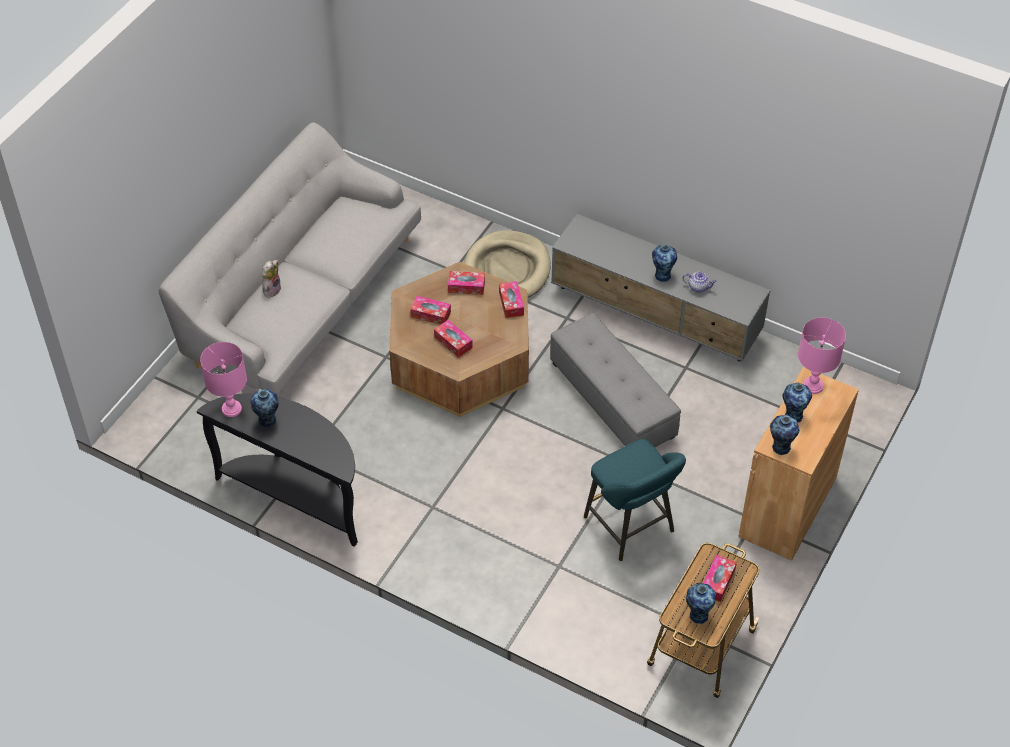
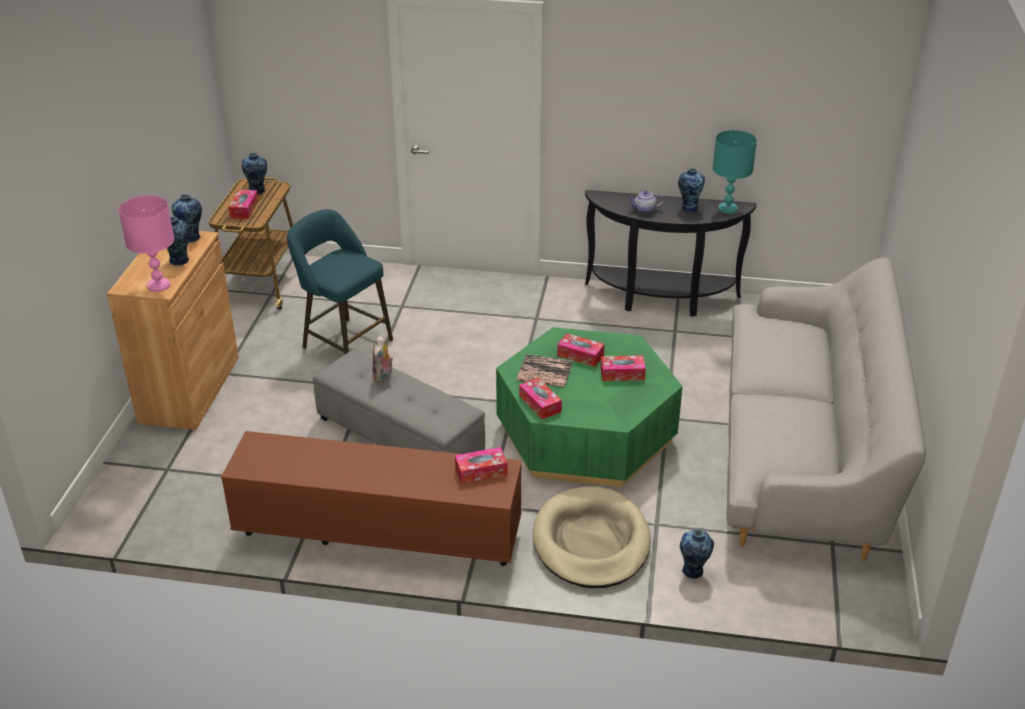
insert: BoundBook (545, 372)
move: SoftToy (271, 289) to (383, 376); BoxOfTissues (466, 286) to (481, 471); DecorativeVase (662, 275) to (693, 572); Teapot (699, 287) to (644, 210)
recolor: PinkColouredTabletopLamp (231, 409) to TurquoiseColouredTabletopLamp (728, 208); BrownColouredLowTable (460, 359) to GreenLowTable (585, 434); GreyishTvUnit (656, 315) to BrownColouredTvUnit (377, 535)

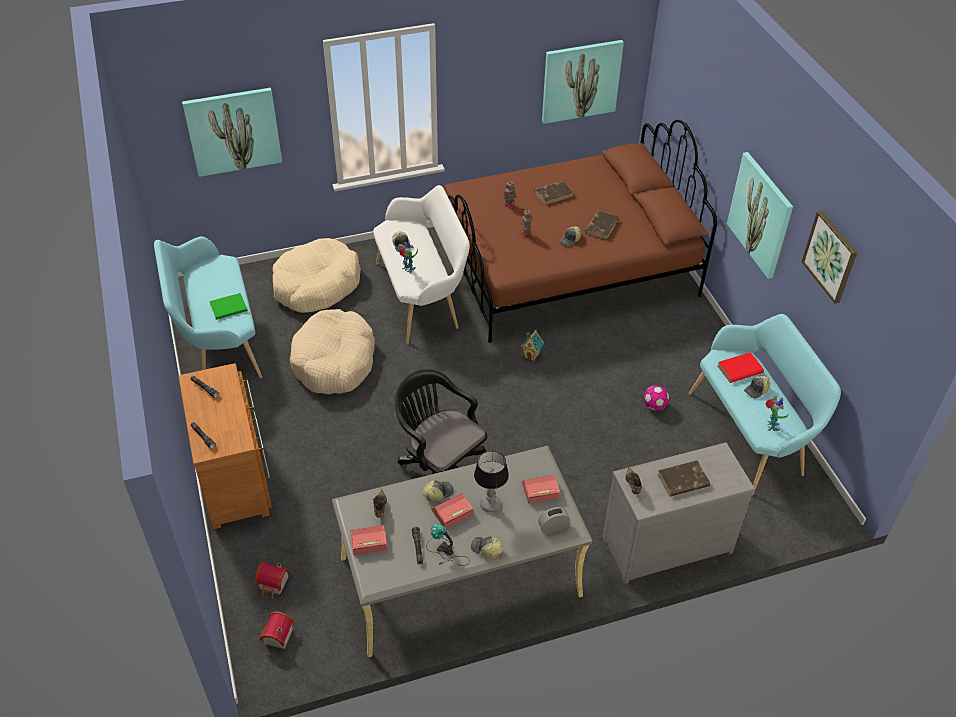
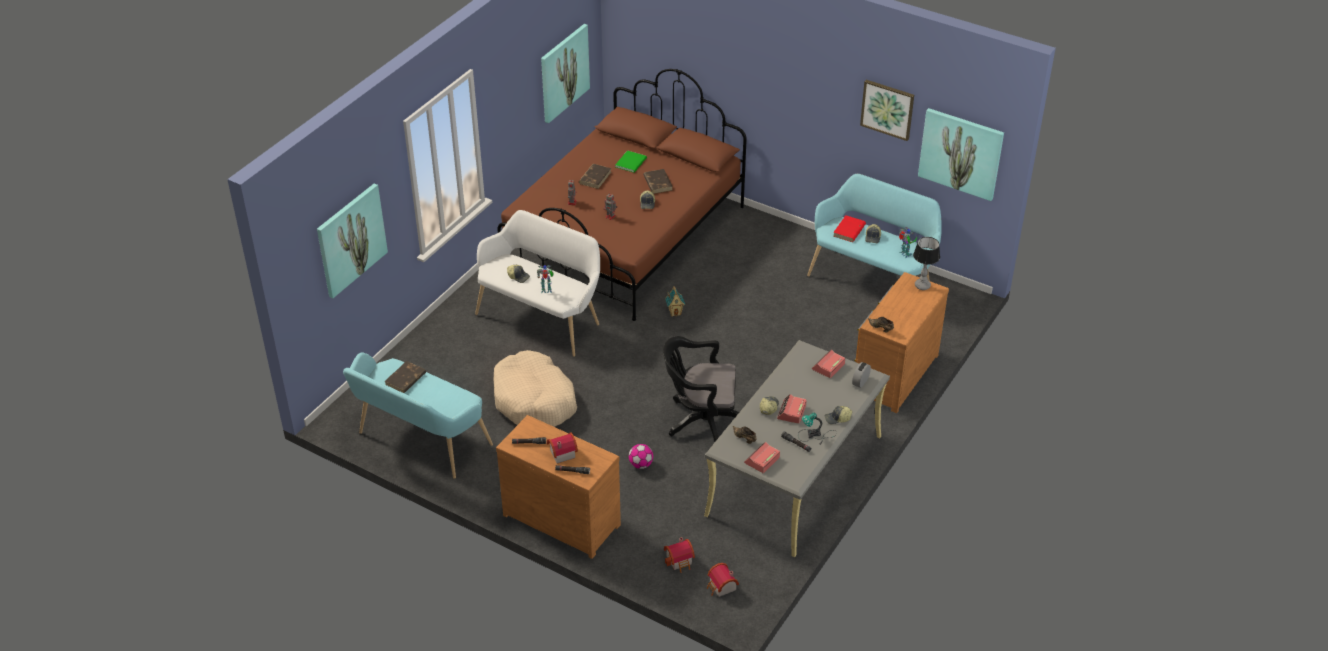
delete: BeigePetBed (316, 285)
insert: ModelHouse (561, 453)
move: GreenBoundBook (230, 307) to (632, 162); TabletopLamp (490, 505) to (922, 286); FootballBall (654, 406) to (641, 464); BrownColouredBoundBook (682, 481) to (405, 379); Picture (761, 215) to (961, 153)
recolor: GreyishDrawerChest (664, 542) to BrownColouredDrawerChest (893, 375)

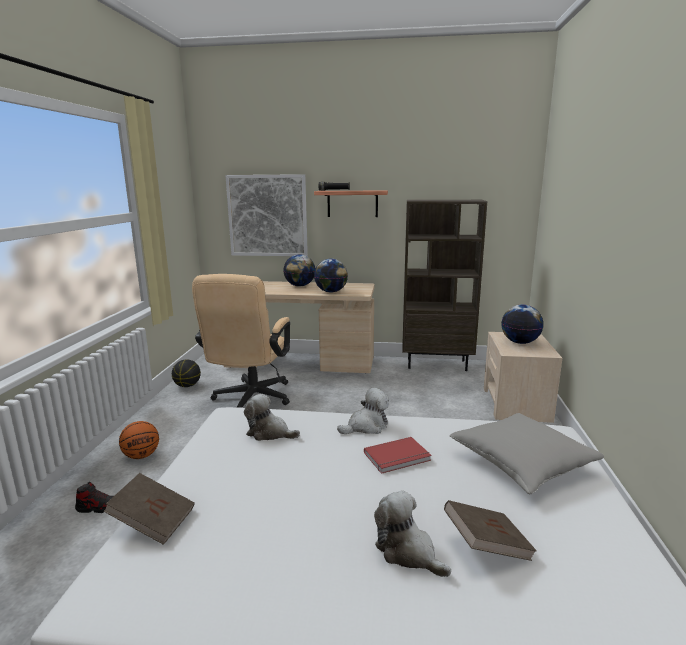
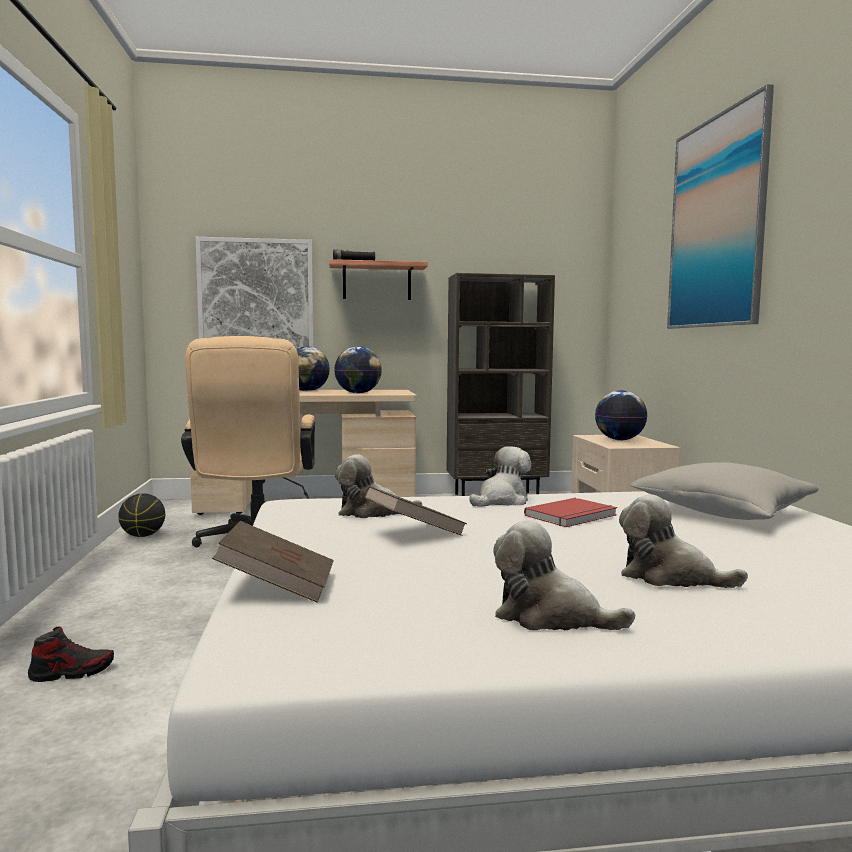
delete: Basketball (141, 456)
insert: SoftToy (550, 616); Picture (716, 222)
move: BrownColouredBoundBook (486, 545) to (414, 532)

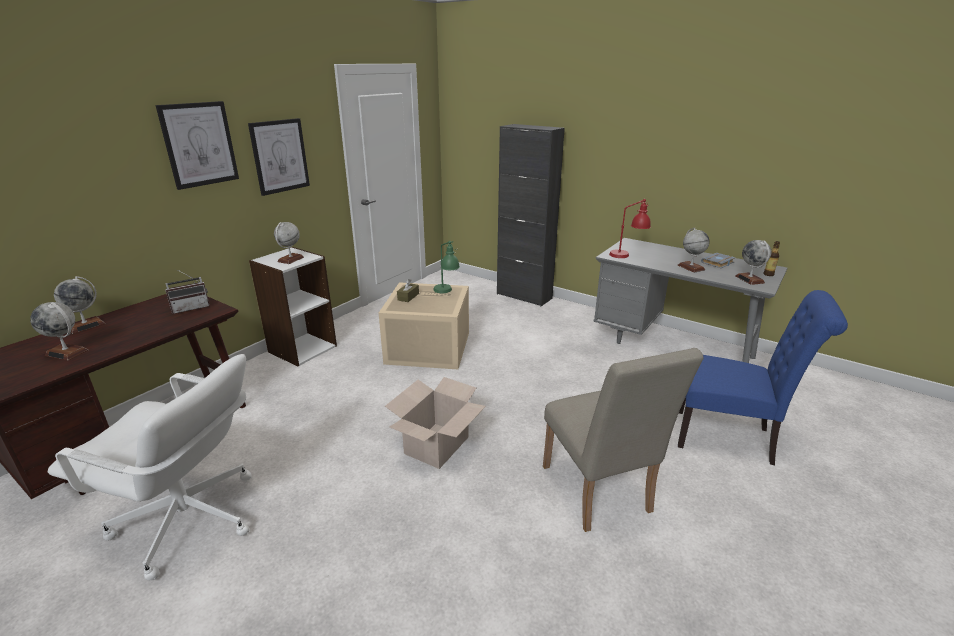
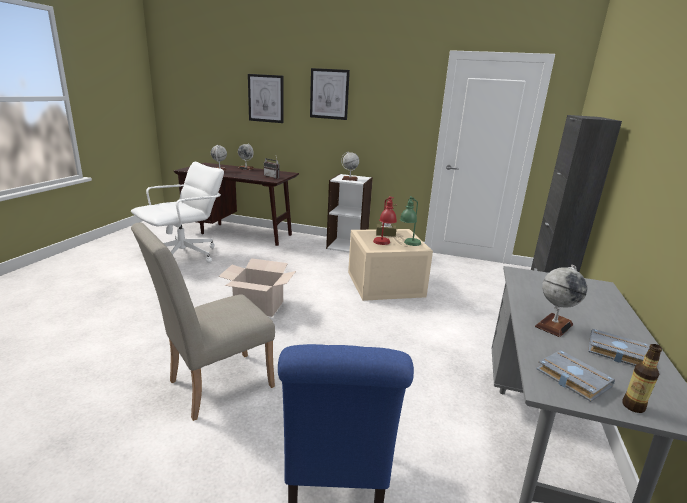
move: Picture (280, 156) to (266, 98); RedTabletopLamp (627, 255) to (383, 244)
replace: DeskGlobe (749, 279) to GreyishBoundBook (571, 378)
rotate: WhiteColouredComputerChair (188, 521) = (184, 256) 135 degrees counterclockwise

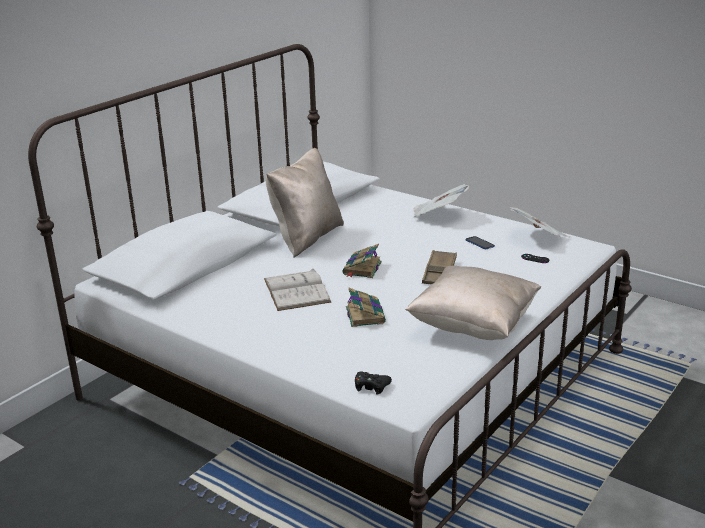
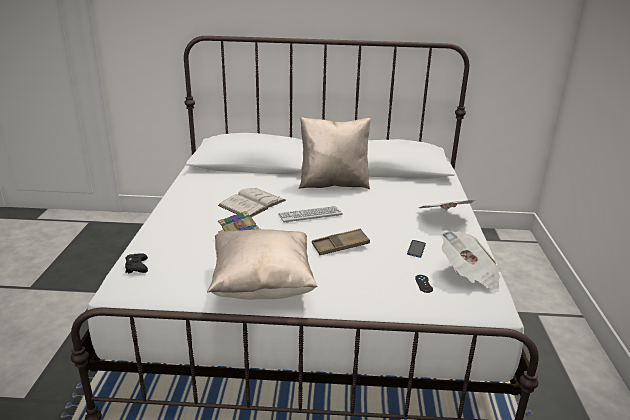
replace: BoundBook (362, 269) to PcKeyboard (310, 215)

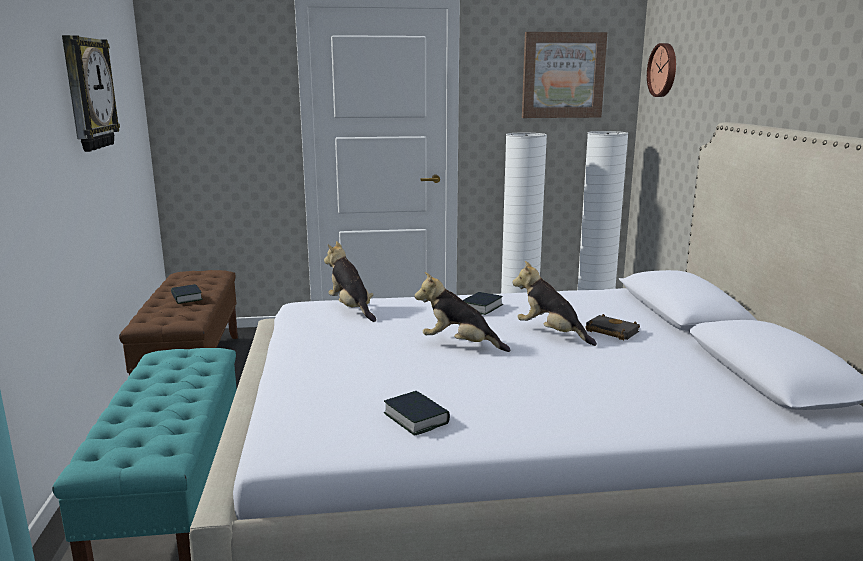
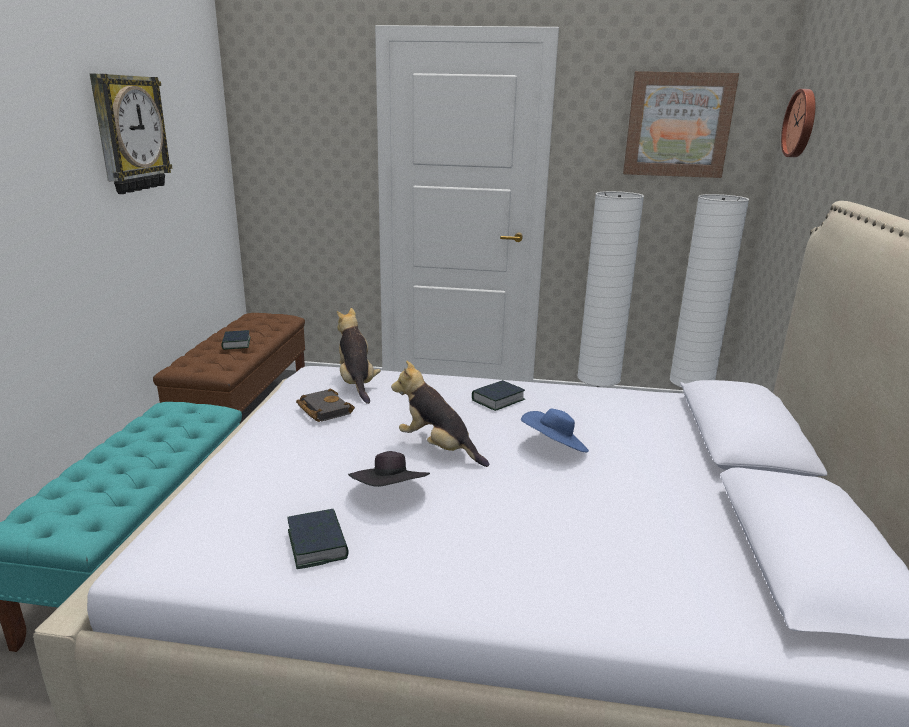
insert: BlackClothingHat (390, 494)
move: BlackBoundBook (610, 332) to (322, 409)
replace: SoftToy (551, 333) to BlueClothingHat (554, 448)

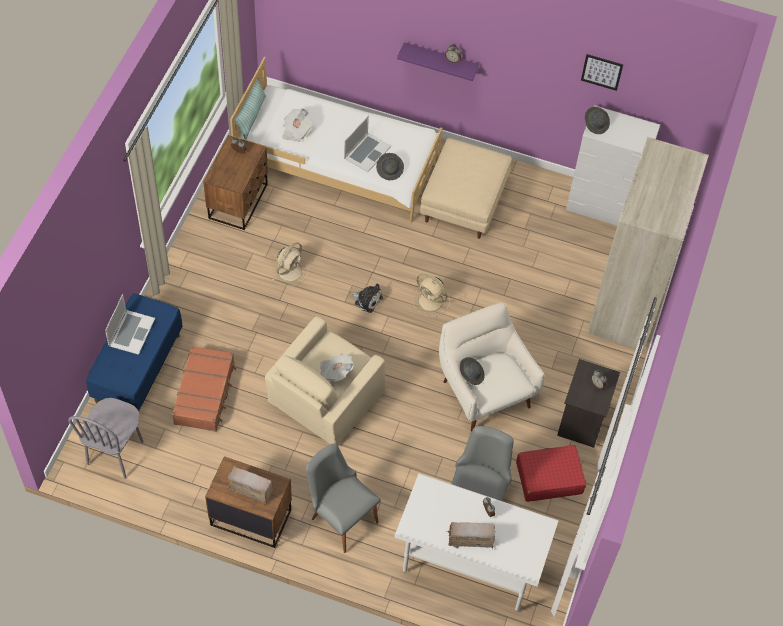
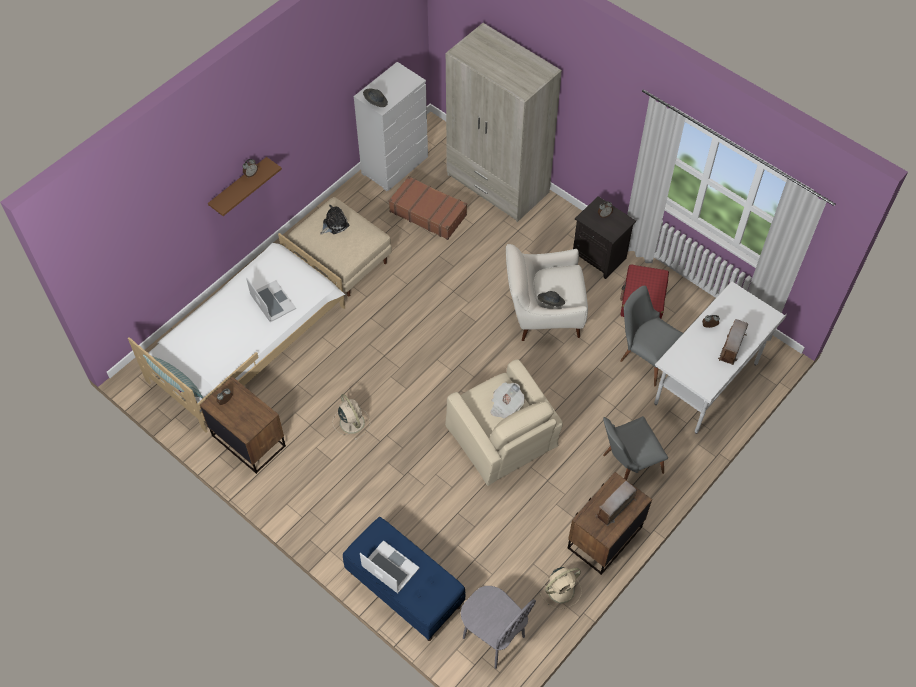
delete: DailyPaper (296, 131); GreyishClothingHat (390, 170); Picture (602, 72)
move: BrownColouredTravelCase (205, 393) to (428, 213); SoftToy (367, 300) to (334, 224); BeigeElectricFan (431, 302) to (562, 589)
recolor: PurpleColouredBracketShelf (440, 61) to BrownColouredBracketShelf (239, 187)

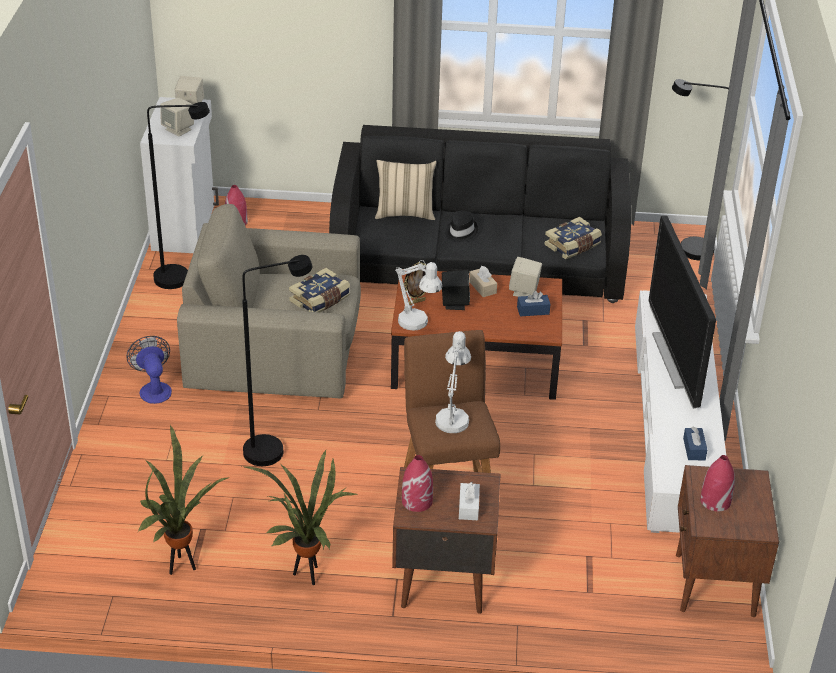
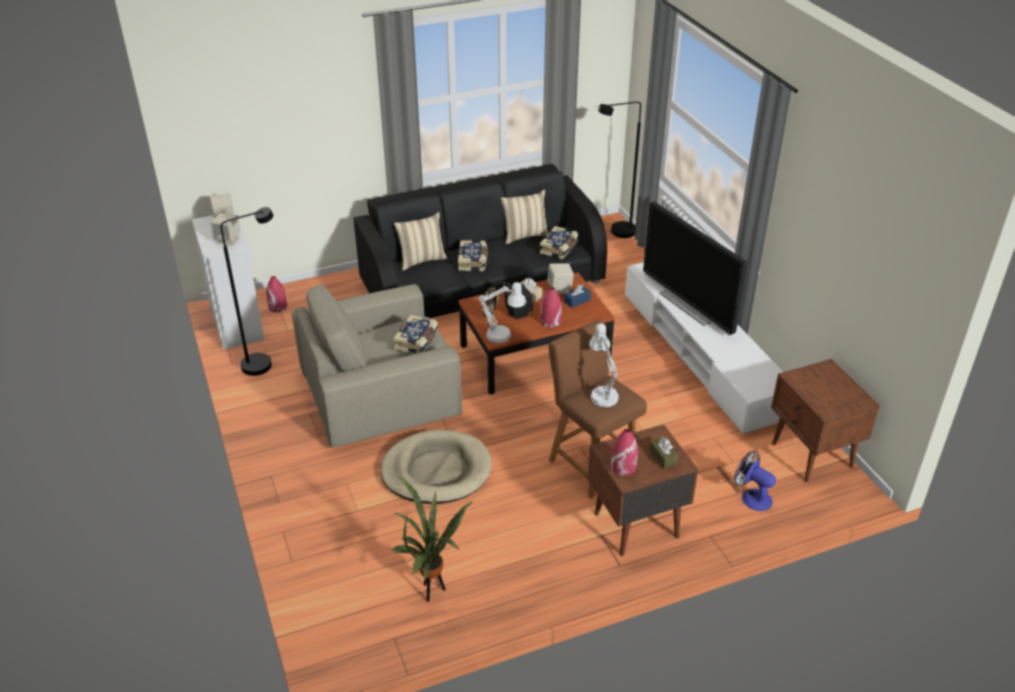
delete: PlantInAPot (306, 574); BlueBoxOfTissues (694, 449)
insert: BeigeThrowPillow (524, 235)
move: ElectricFan (154, 389) to (751, 497); RedDecorativeVase (715, 501) to (550, 321)
replace: BlackStandingLamp (274, 449) to BeigePetBed (436, 471); BlackClothingHat (460, 232) to BoundBook (473, 261)
recolor: WhiteColouredBoxOfTissues (468, 507) to BrownColouredBoxOfTissues (663, 457)

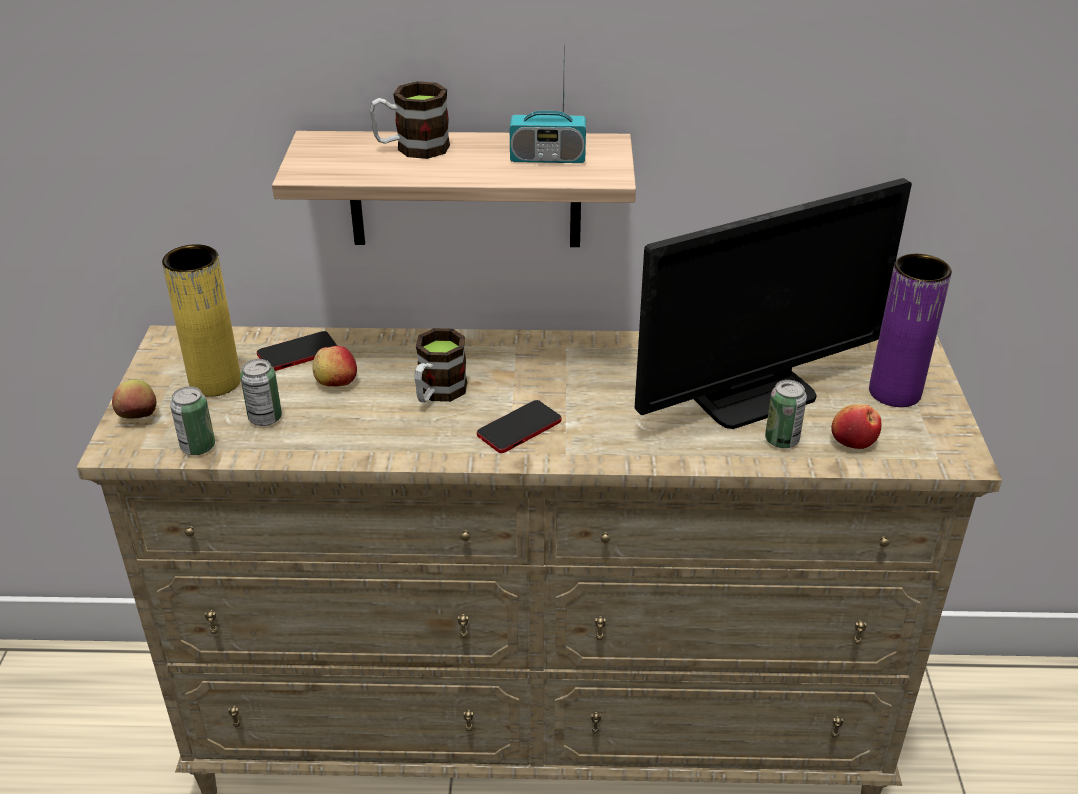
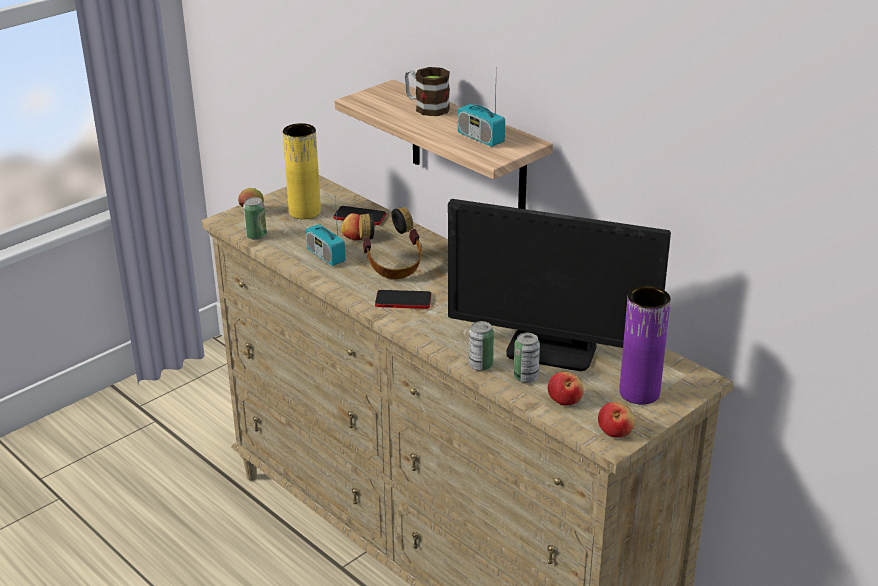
insert: Radio (326, 256); WholeApple (615, 431)
move: SealedCan (265, 418) to (480, 365)
replace: Mug (437, 393) to Headphones (392, 266)

